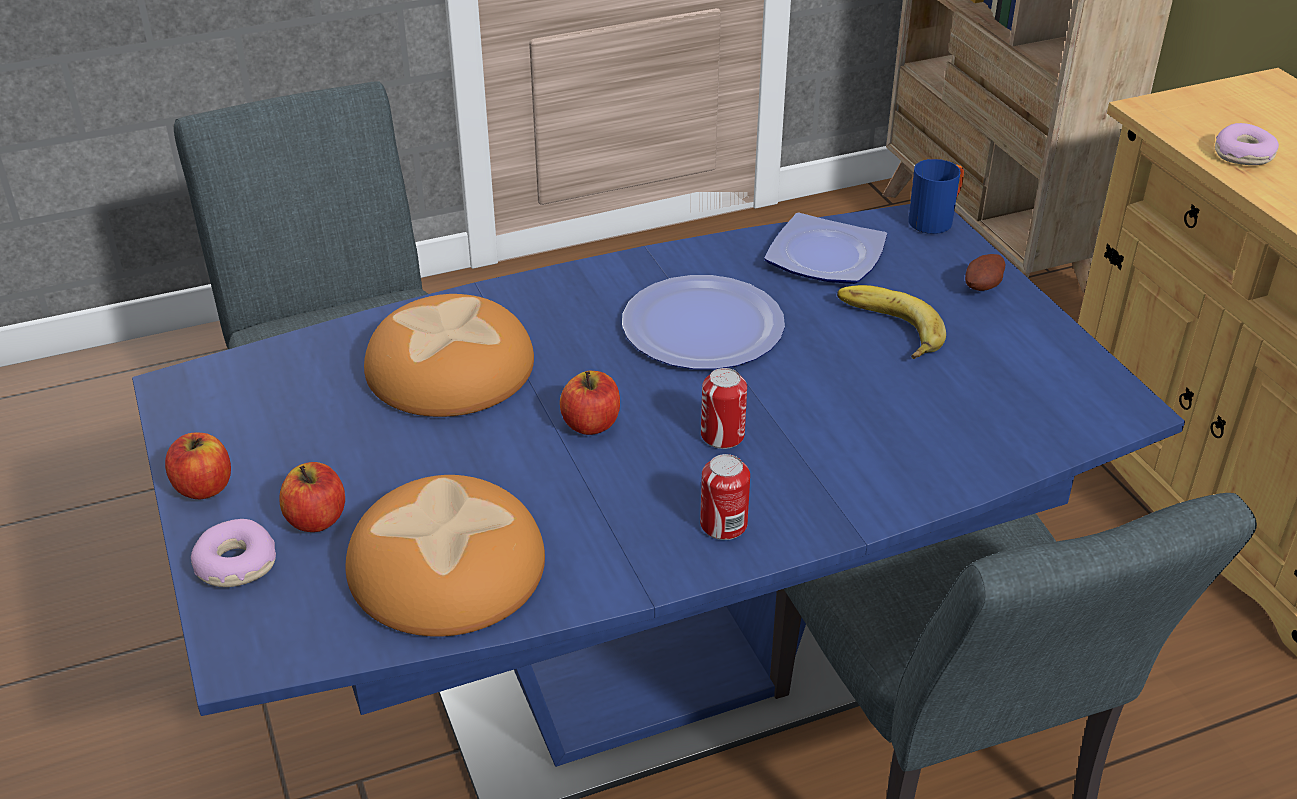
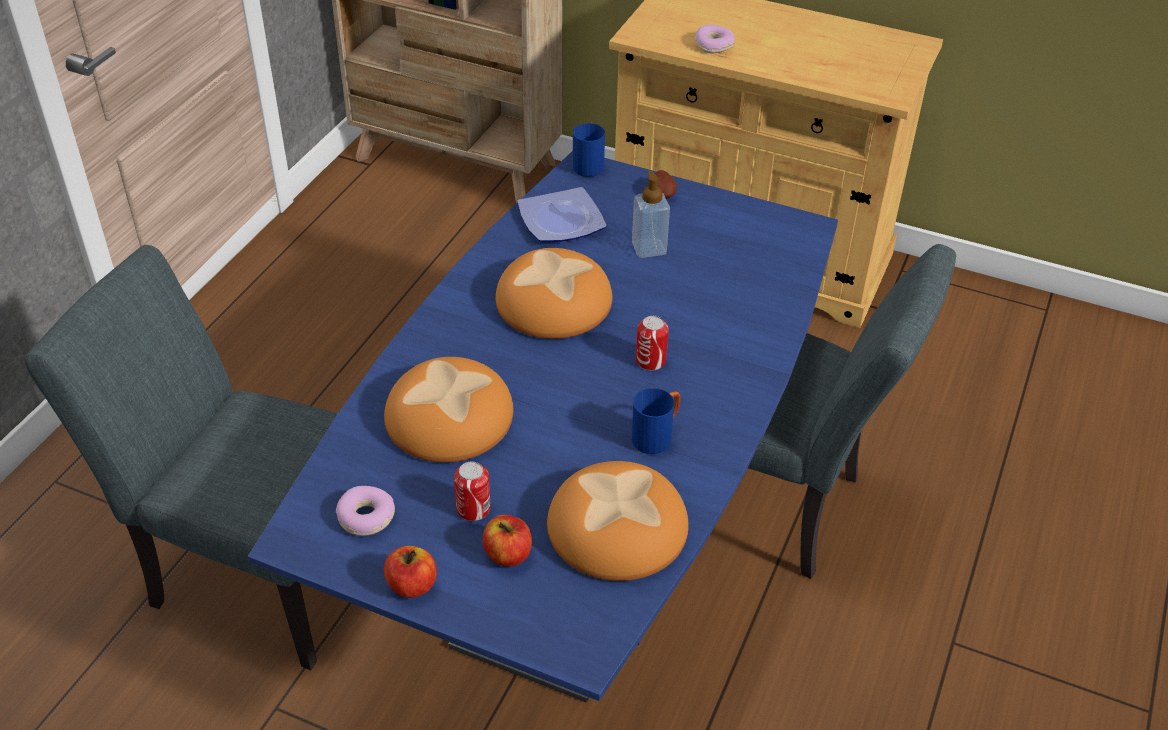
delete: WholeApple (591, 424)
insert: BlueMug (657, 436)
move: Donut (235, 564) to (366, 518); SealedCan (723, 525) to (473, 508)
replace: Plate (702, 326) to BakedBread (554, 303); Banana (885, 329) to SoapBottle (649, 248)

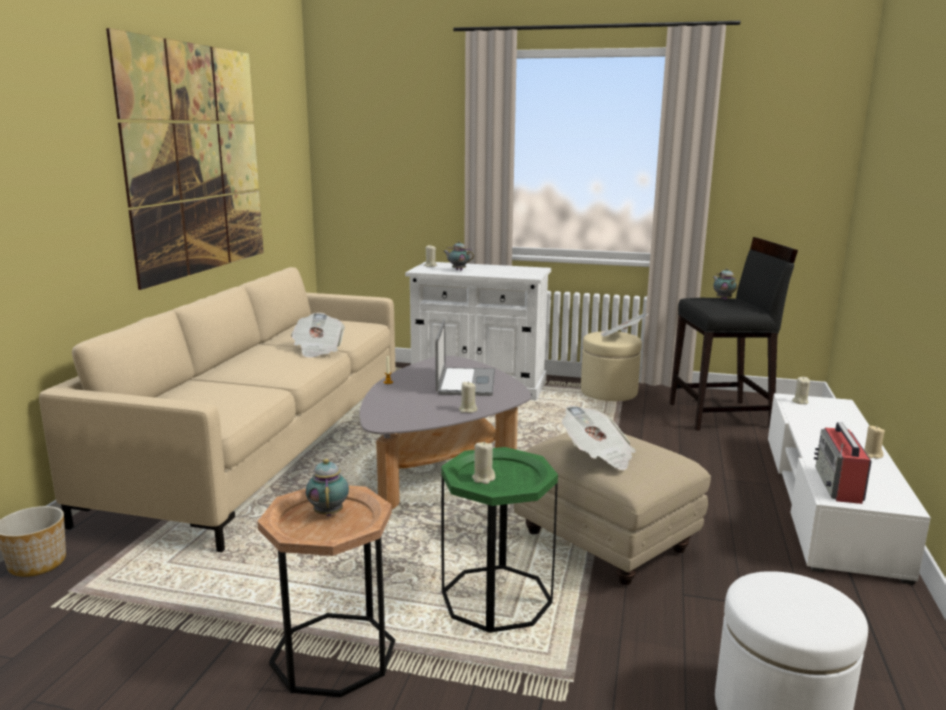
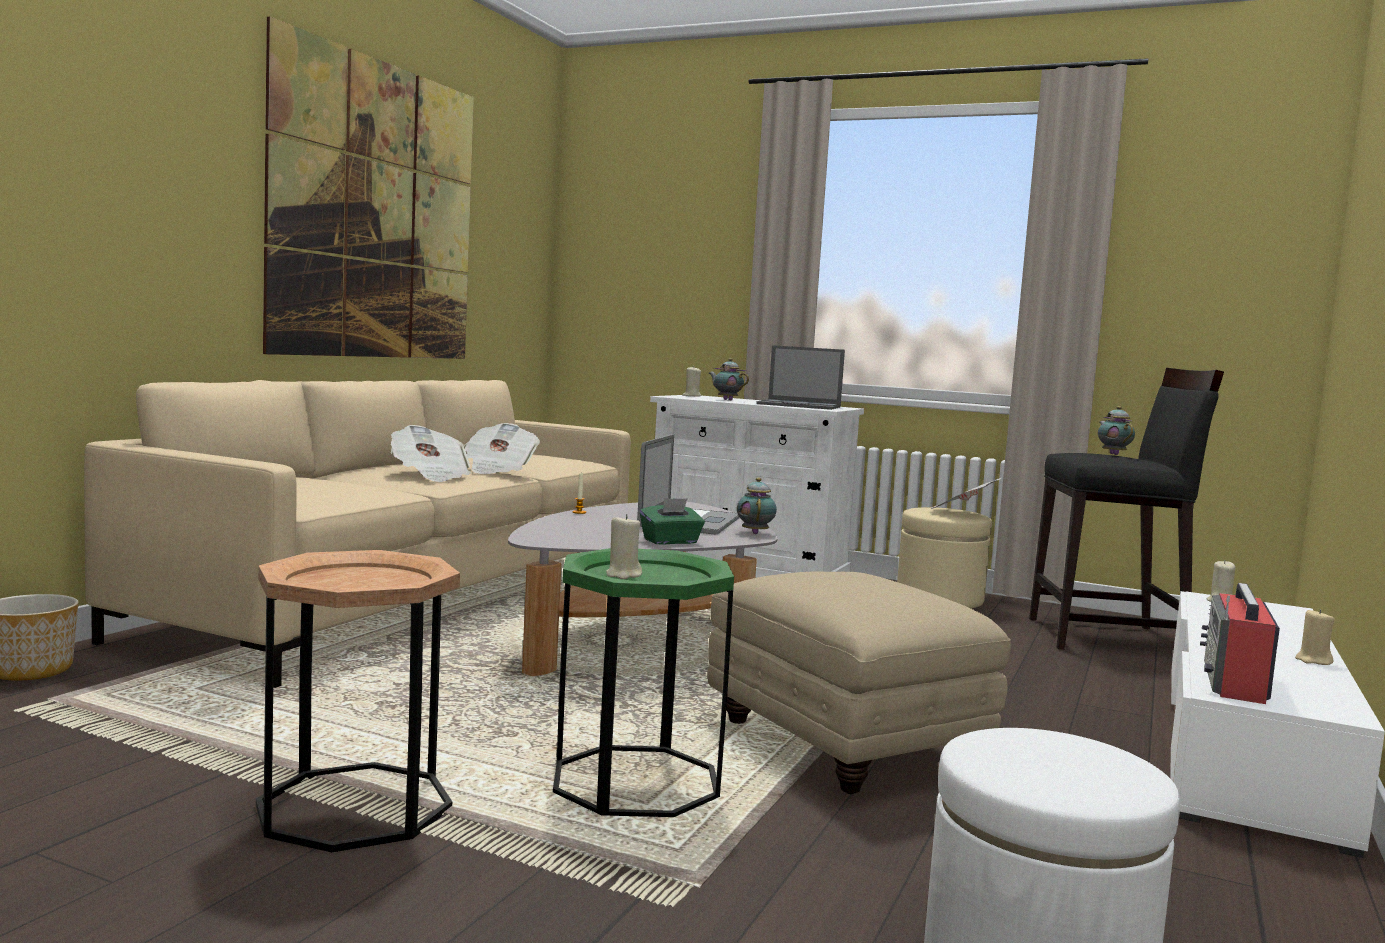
insert: Laptop (800, 405)
move: Teapot (329, 512) to (755, 533); DailyPaper (598, 456) to (430, 476)
replace: BeigeWaxCandle (468, 410) to GreenBoxOfTissues (671, 541)

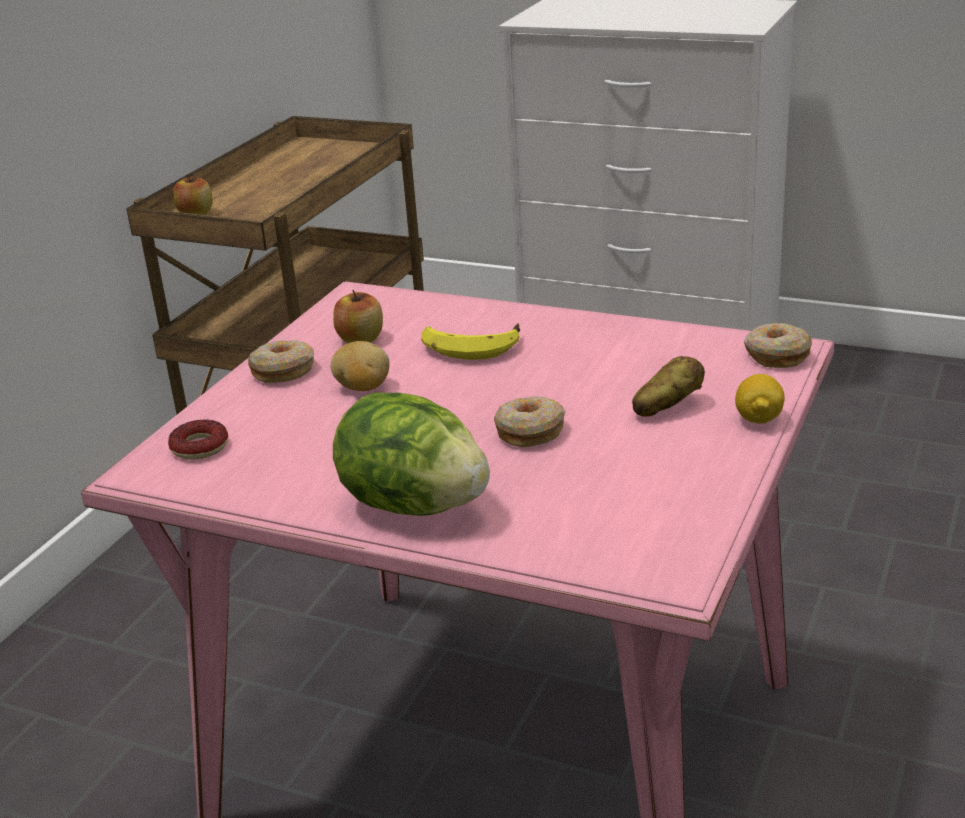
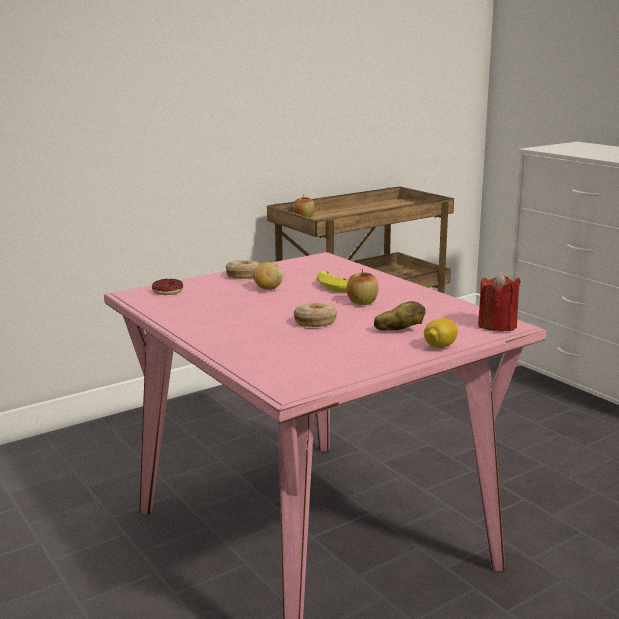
delete: LettuceHead (414, 505)
move: WholeApple (360, 339) to (362, 302)
replace: Donut (776, 355) to RedWaxCandle (497, 326)

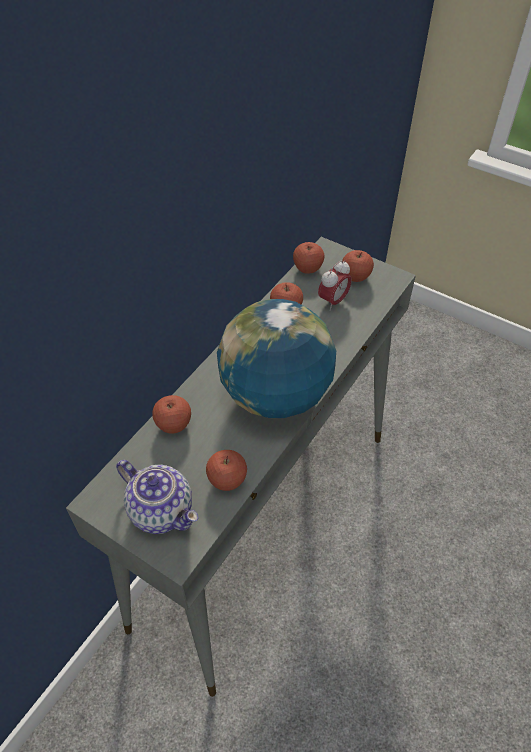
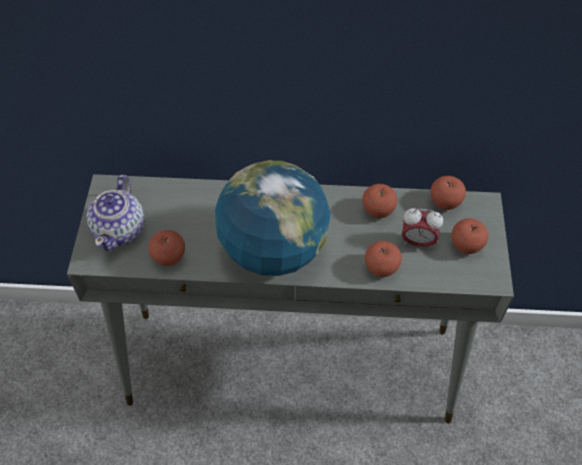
move: WholeApple (174, 425) to (381, 268)

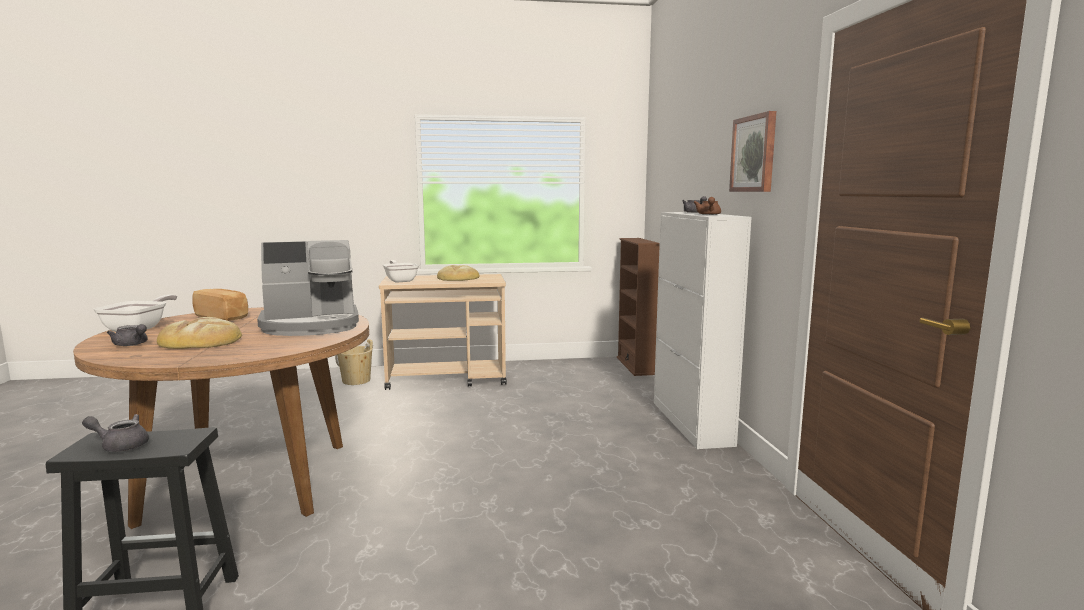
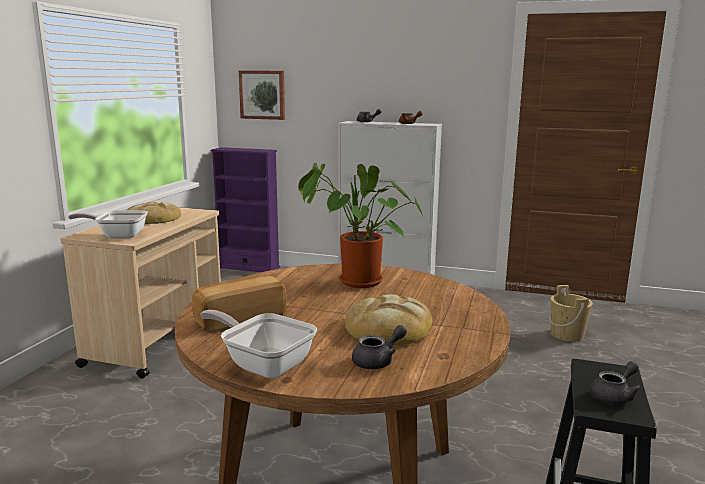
move: BeigeWaterBucket (356, 381) to (567, 335); Picture (754, 154) to (262, 95)
replace: CoffeeMaker (311, 326) to PlantInAPot (355, 282)
recolor: BrownColouredBookcase (635, 366) to PurpleColouredBookcase (248, 267)
rotate: GreyishTeapot (120, 445) = (614, 396) 150 degrees counterclockwise

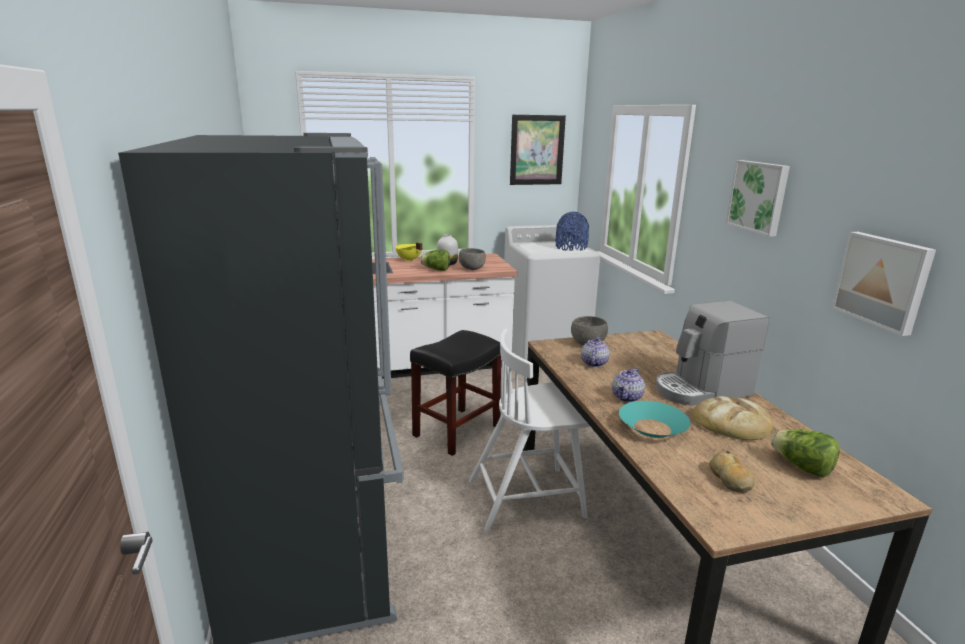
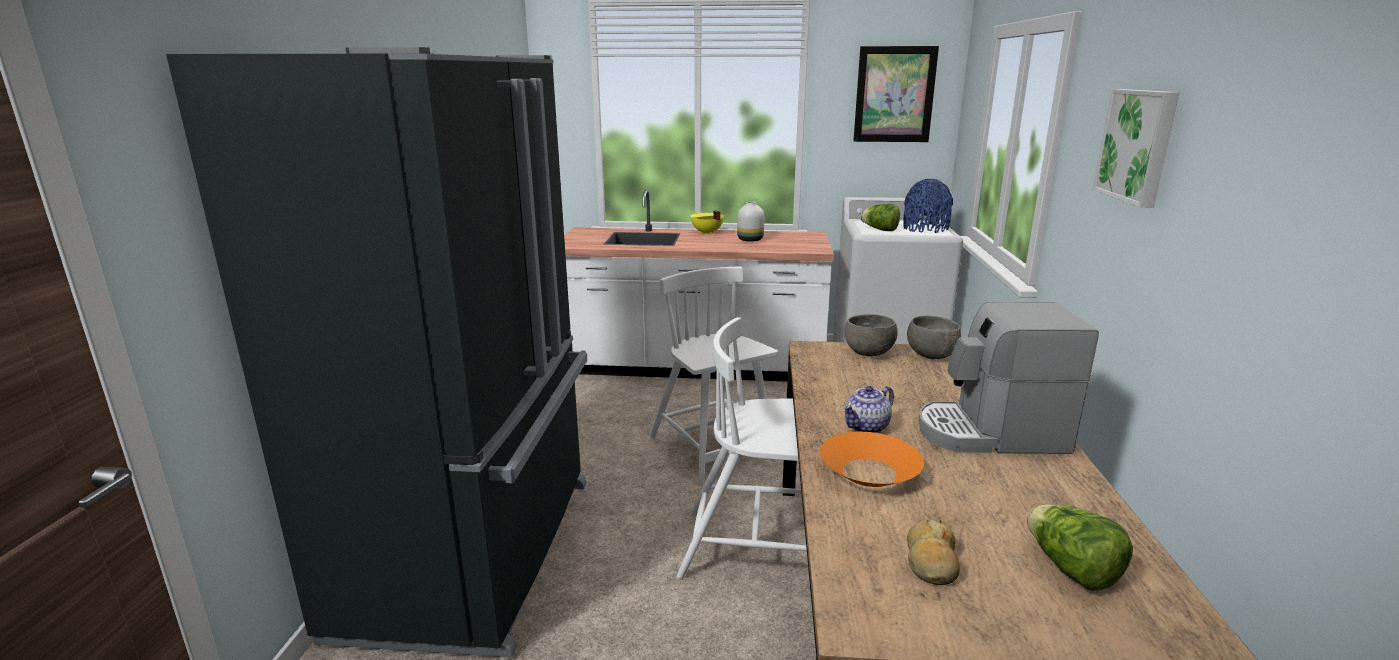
delete: Teapot (593, 363); BakedBread (732, 423); Picture (883, 281)
move: LettuceHead (436, 270) to (880, 230); GreyishDeepDish (472, 269) to (931, 356)
replace: BlackSittingStool (457, 430) to WhiteColouredUprightChair (712, 450)
recolor: TurquoiseColouredDeepDish (652, 428) to OrangeColouredDeepDish (869, 472)

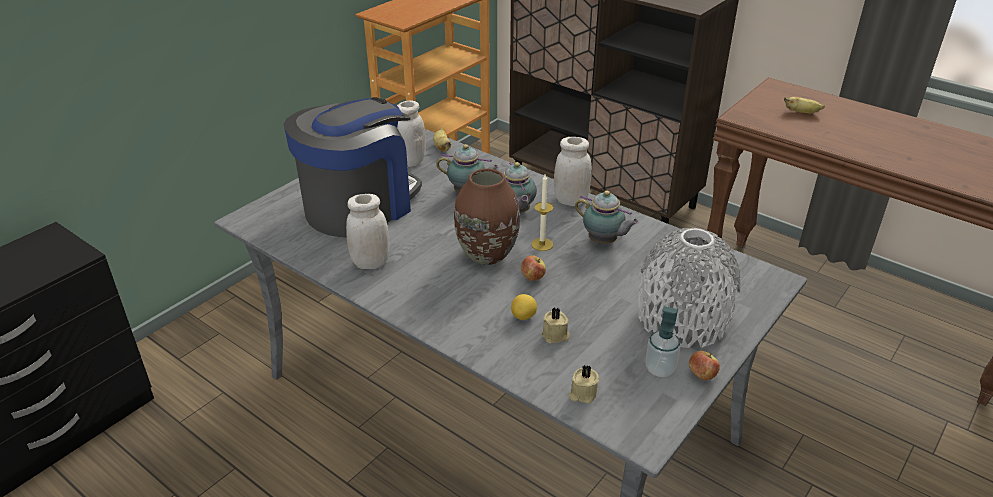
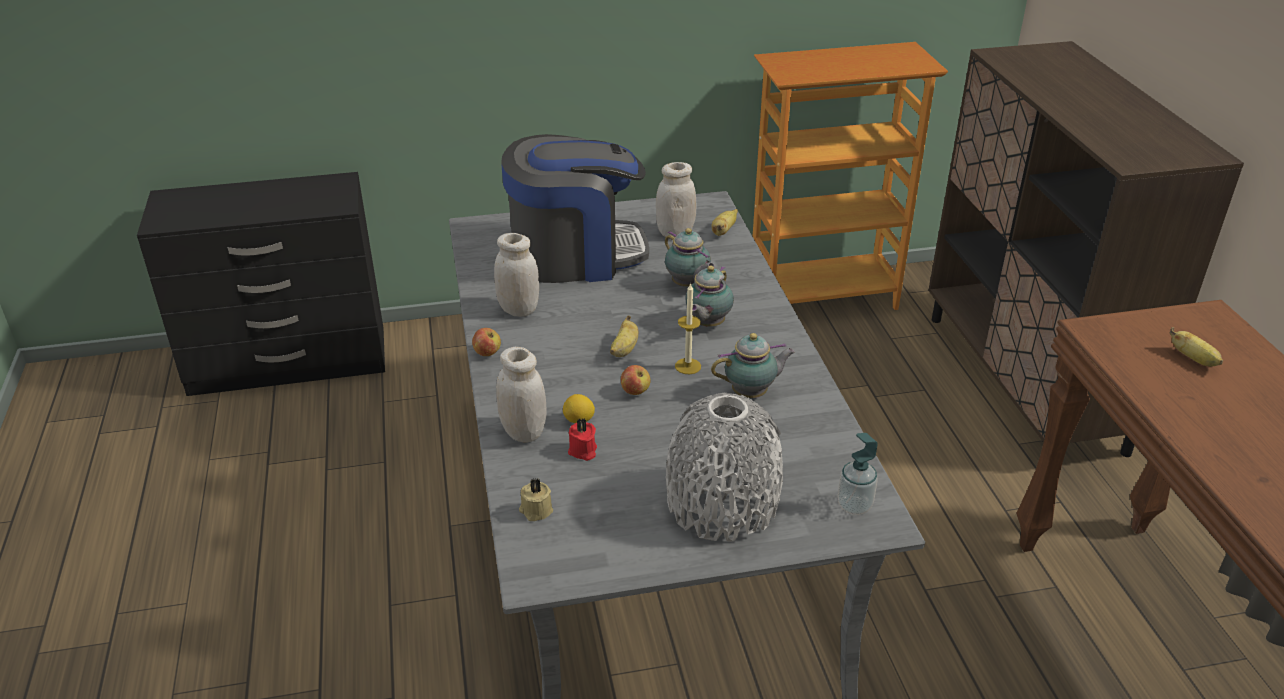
move: WhiteColouredJar (570, 201) to (523, 432); SoapBottle (660, 369) to (854, 505); WholeApple (701, 375) to (487, 353)
replace: BrownColouredDecorativeVase (486, 254) to Banana (624, 350)
recolor: BeigeWaxCandle (555, 336) to RedWaxCandle (583, 451)
rotate: Teapot (604, 242) = (752, 393) 90 degrees counterclockwise

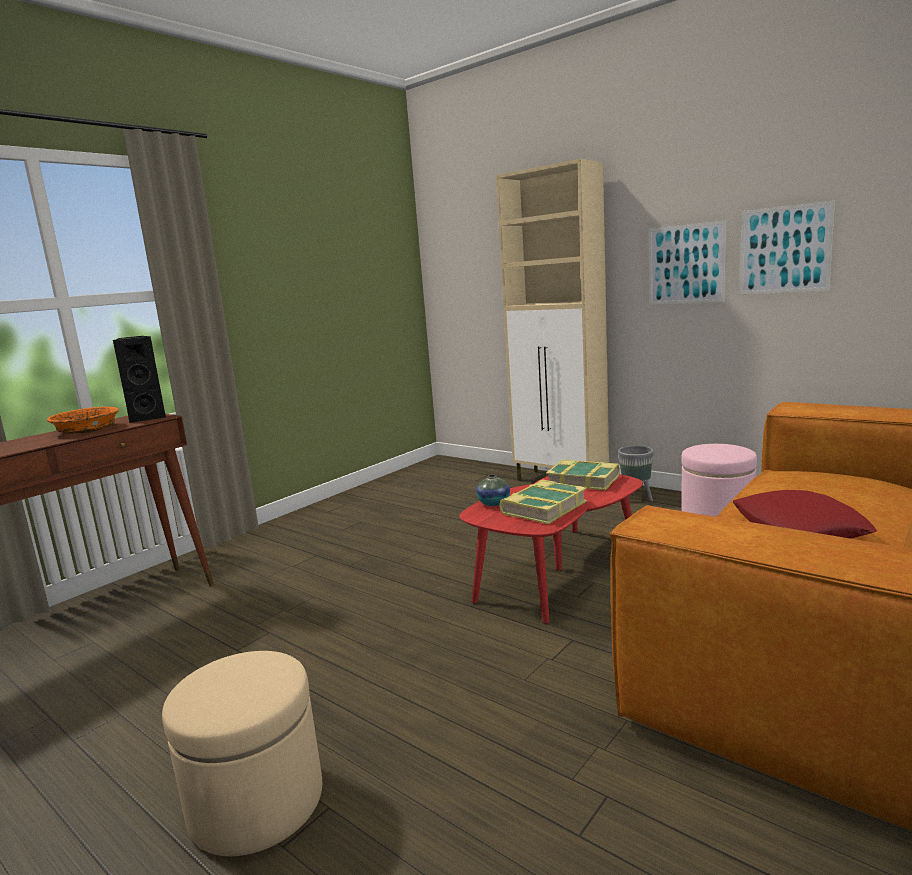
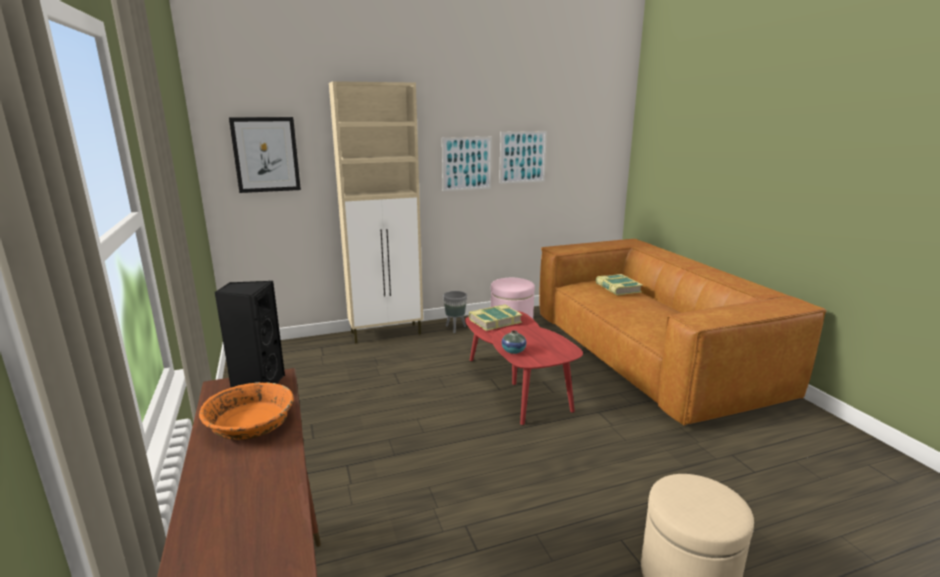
delete: RedThrowPillow (798, 527)
insert: Picture (266, 154)
move: BoundBook (543, 508) to (617, 288)

